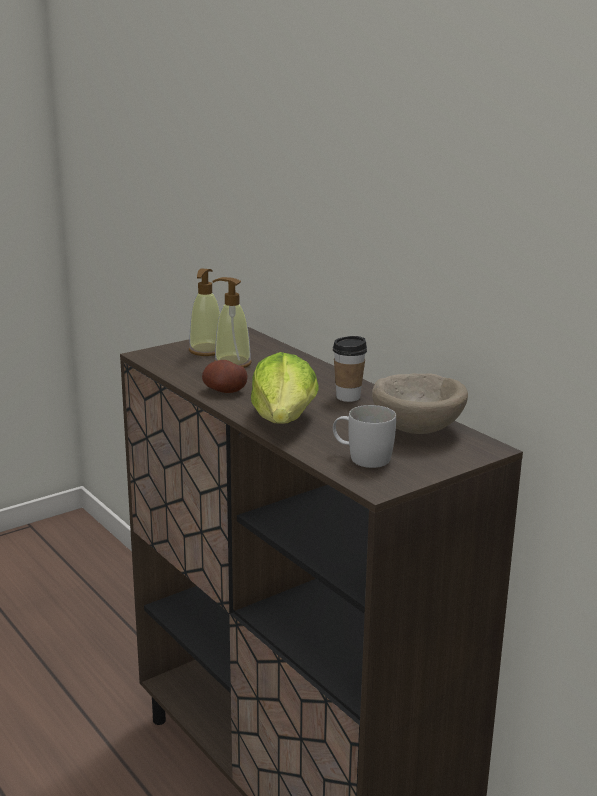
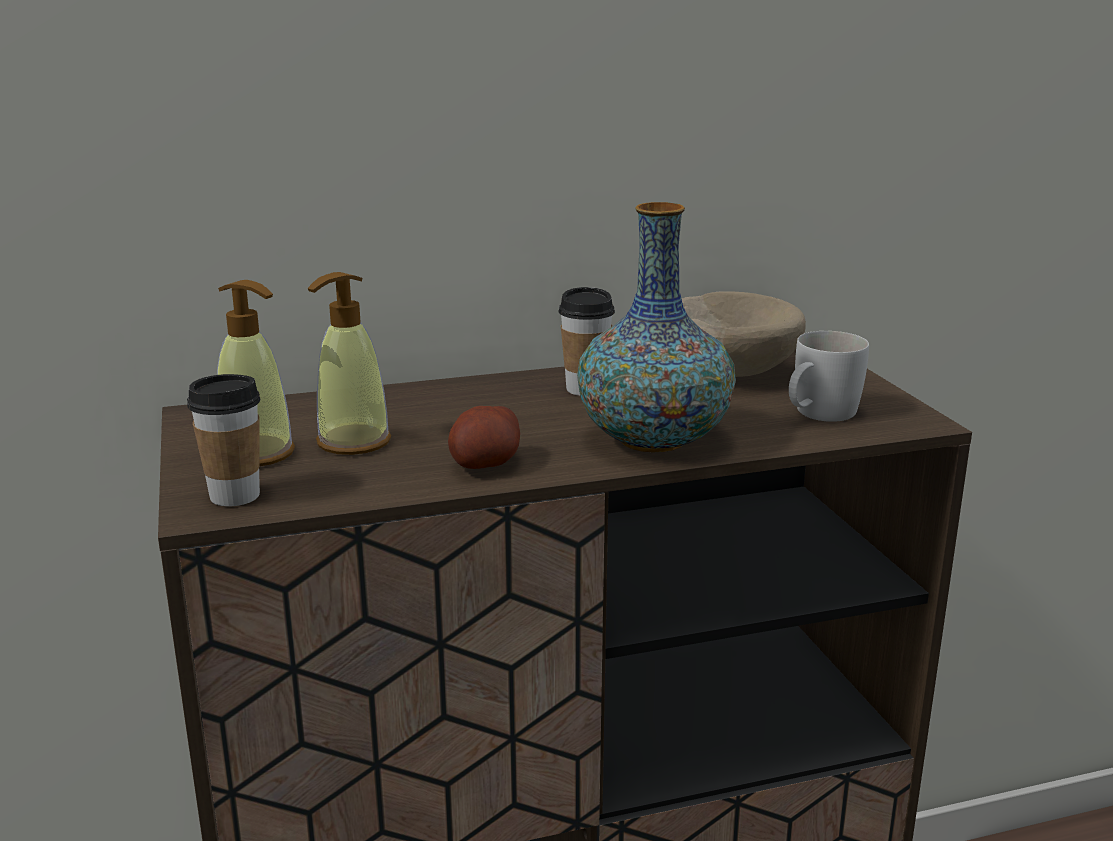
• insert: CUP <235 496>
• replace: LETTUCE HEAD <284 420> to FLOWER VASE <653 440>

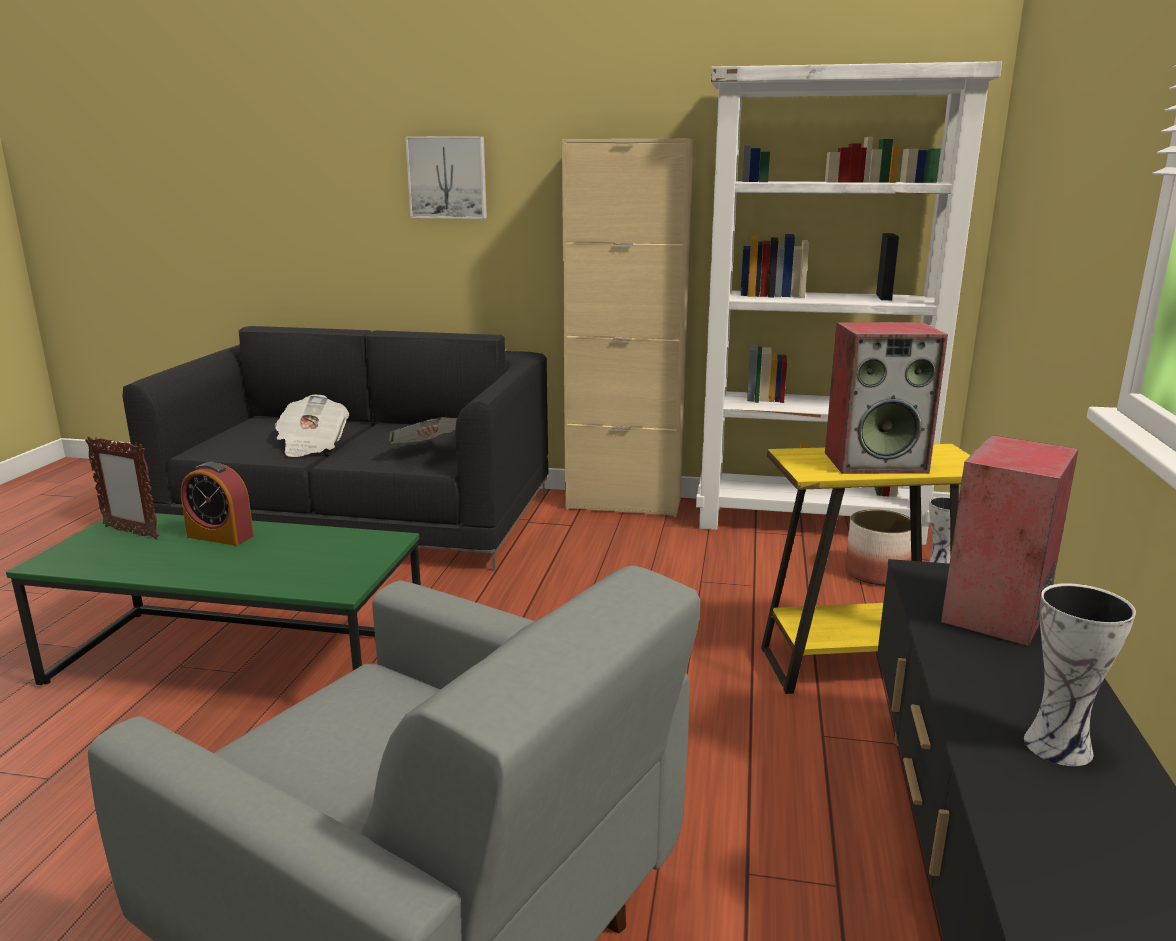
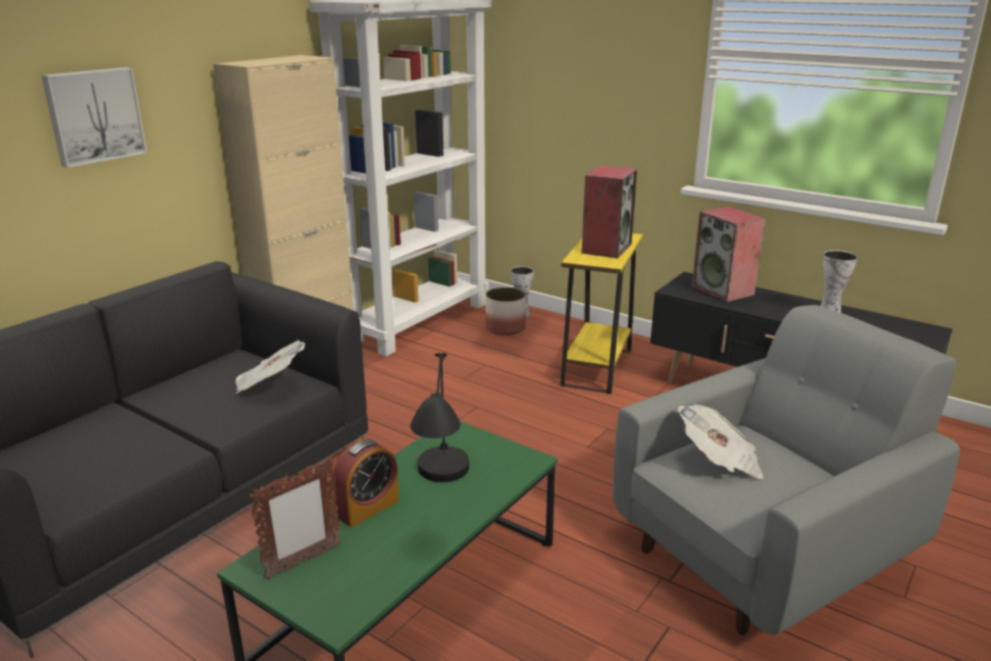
• insert: BLACKISH TABLE LAMP <442 495>
• move: DAILY PAPER <312 445> to <719 461>

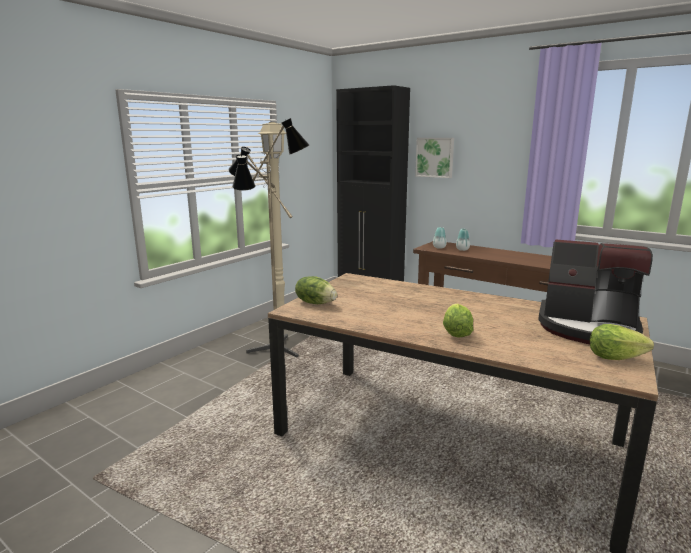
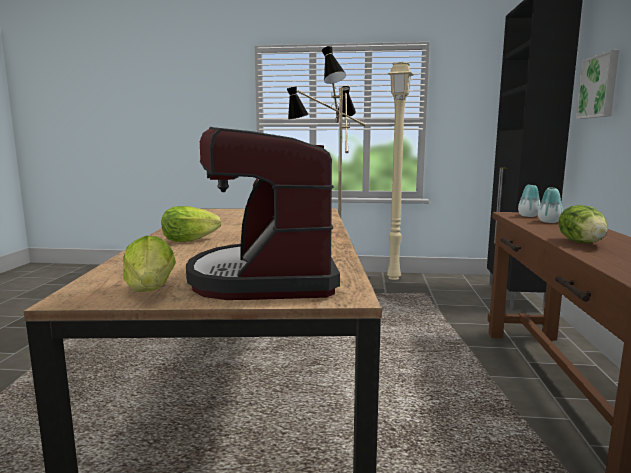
• move: LETTUCE HEAD <315 303> to <582 242>

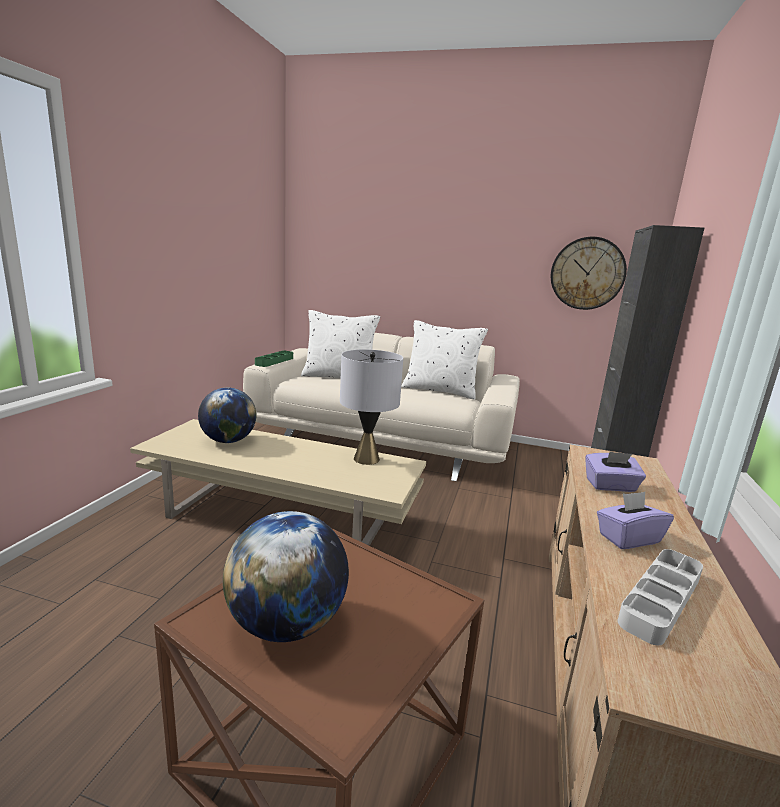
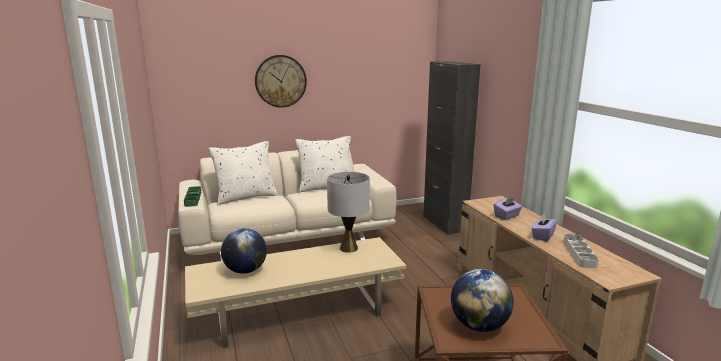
• move: WALL CLOCK <587 273> to <280 81>

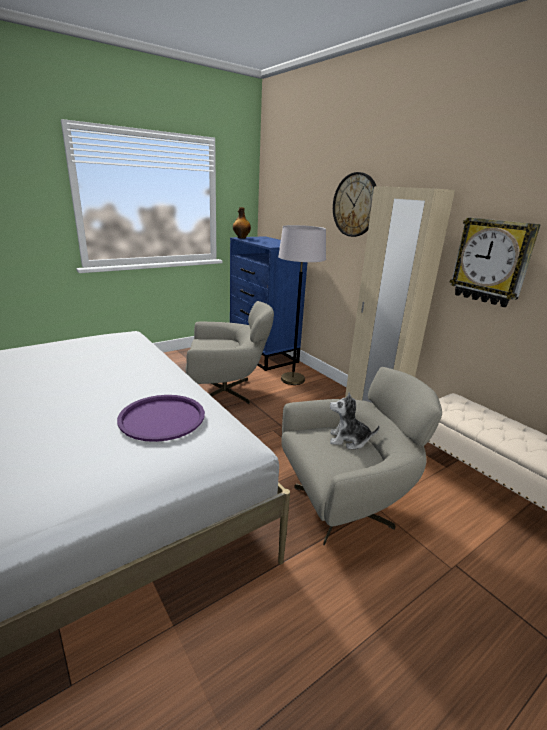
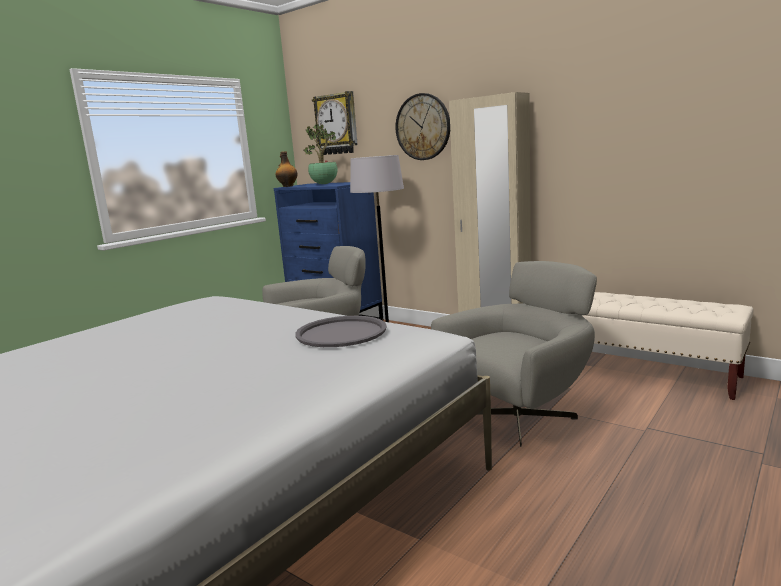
• delete: PLUSH TOY <348 440>
• insert: HOUSEPLANT <325 184>
• move: WALL CLOCK <491 262> to <337 124>
• recolor: PURPLE SERVING TRAY <162 418> to GREYISH SERVING TRAY <341 333>

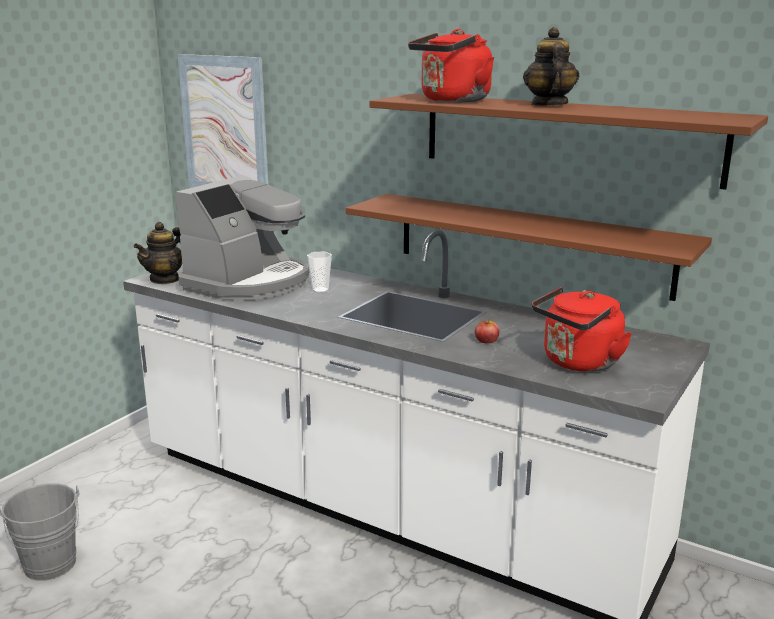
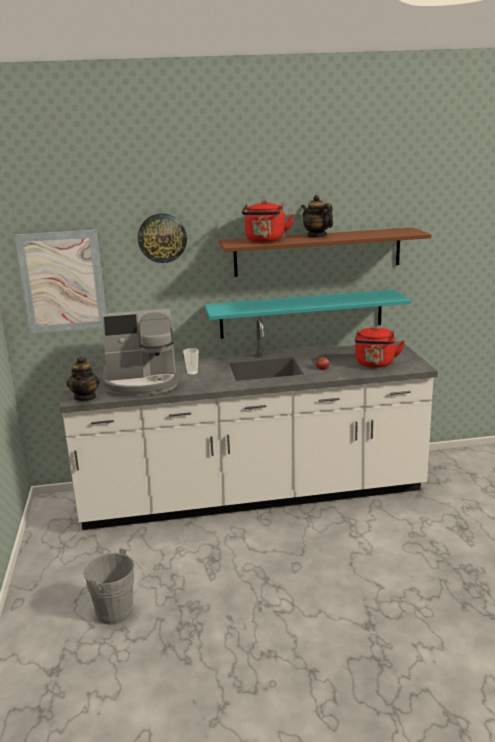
• insert: WALL CLOCK <162 238>
• recolor: BROWNISH BRACKET SHELF <530 244> to TURQUOISE BRACKET SHELF <301 314>
• rotate: COFFEE BREWER <249 283> = <143 382> 90 degrees clockwise

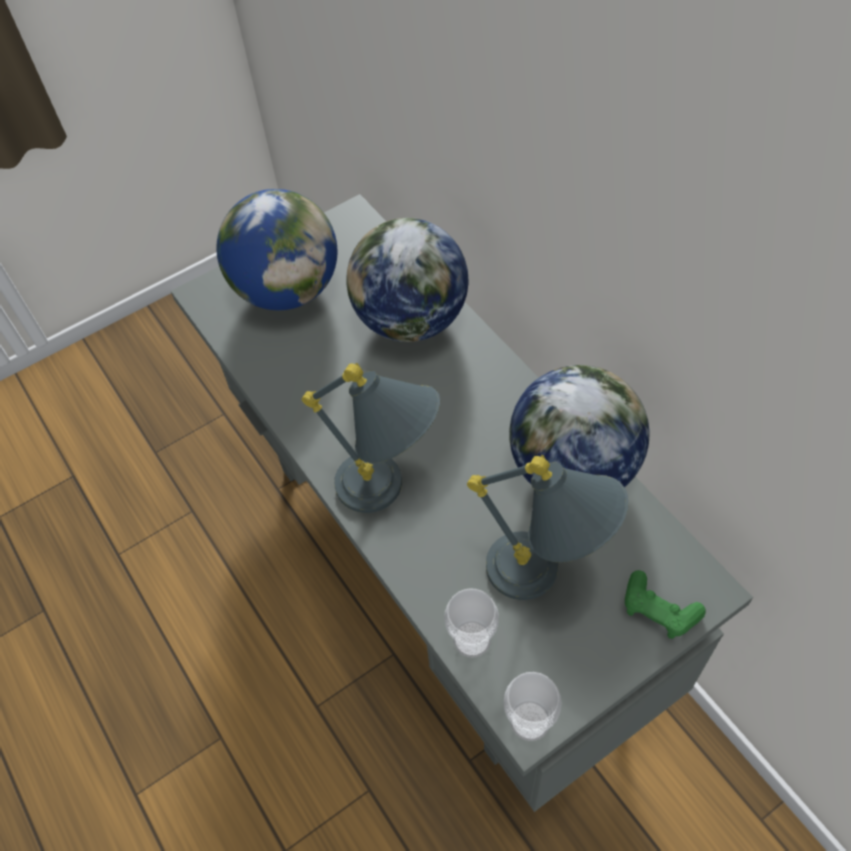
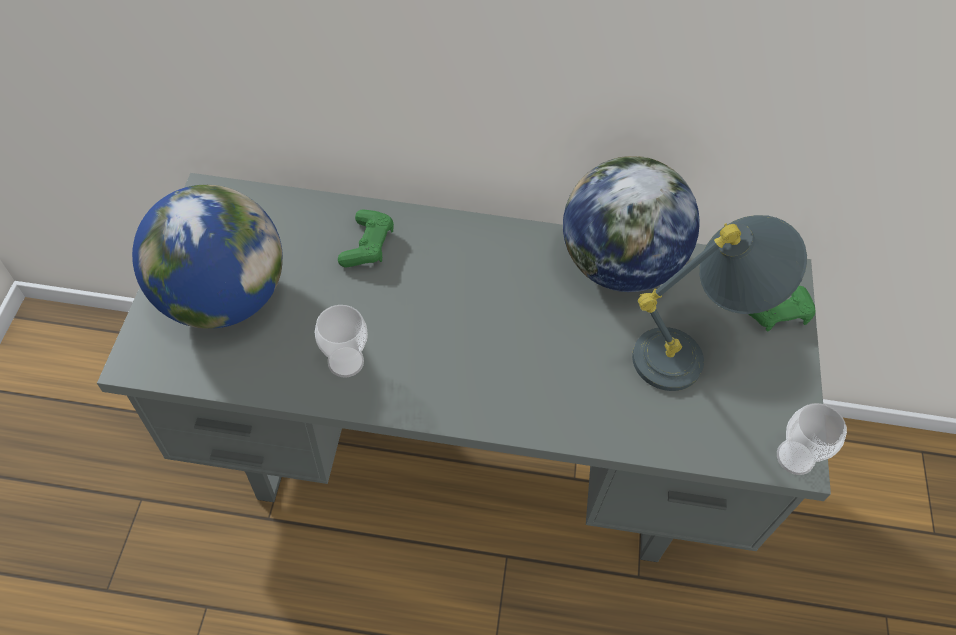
• delete: GREYISH TABLE LAMP <390 494>
• move: CUP <472 639> to <345 362>
• replace: WORLD GLOBE <411 320> to GREEN-COLOURED GAMEPAD <367 245>

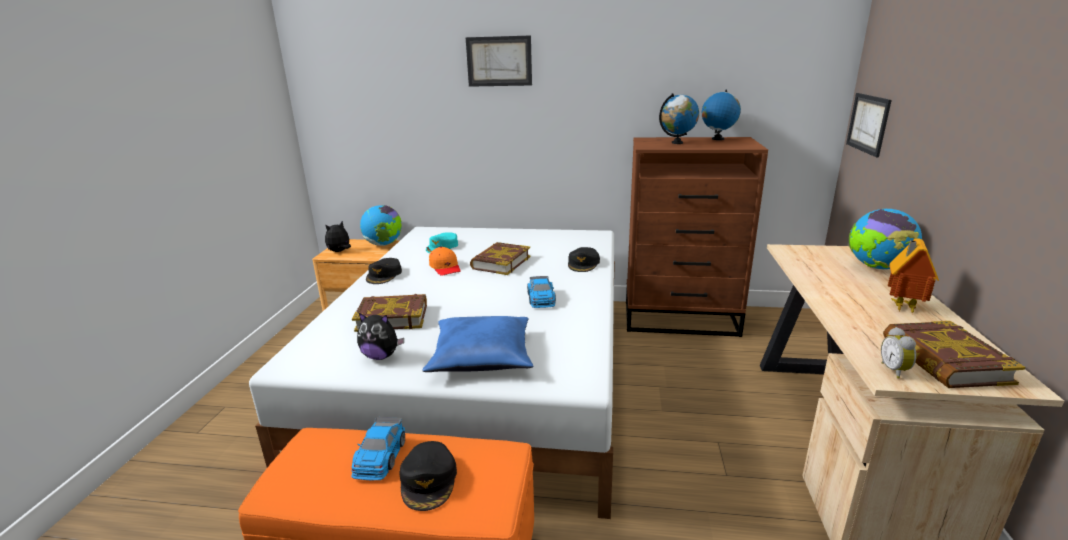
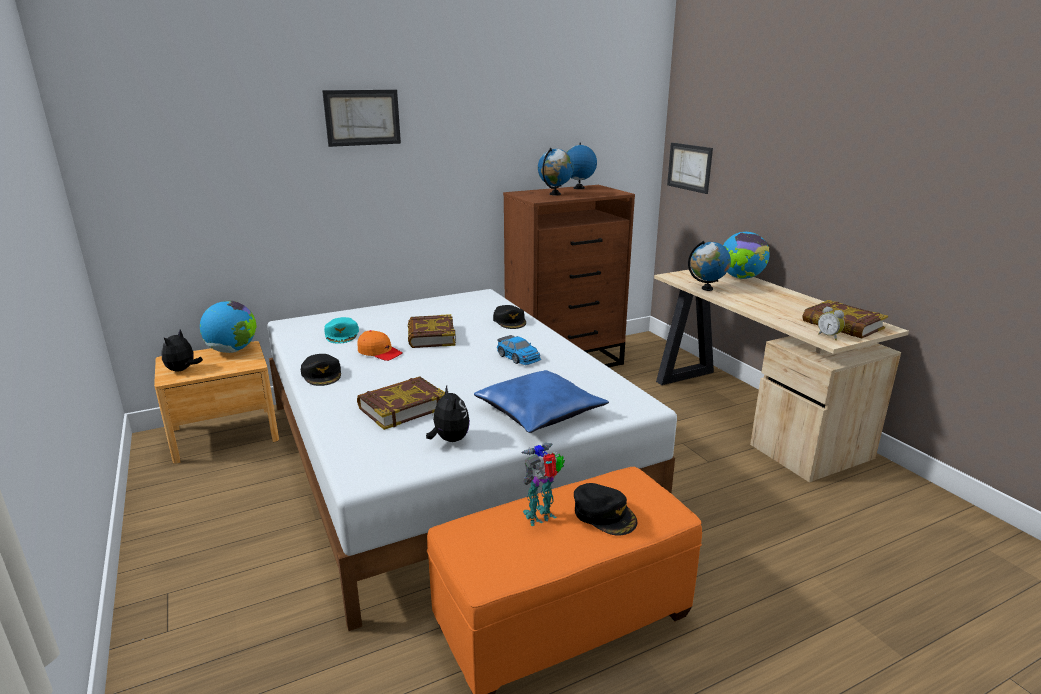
• delete: MINIATURE HOUSE <901 307>
• insert: WORLD GLOBE <707 289>
• replace: MINIATURE CAR <380 457> to TOY ROBOT <541 517>
• rotate: PLUSH TOY <381 356> = <449 439> 90 degrees counterclockwise

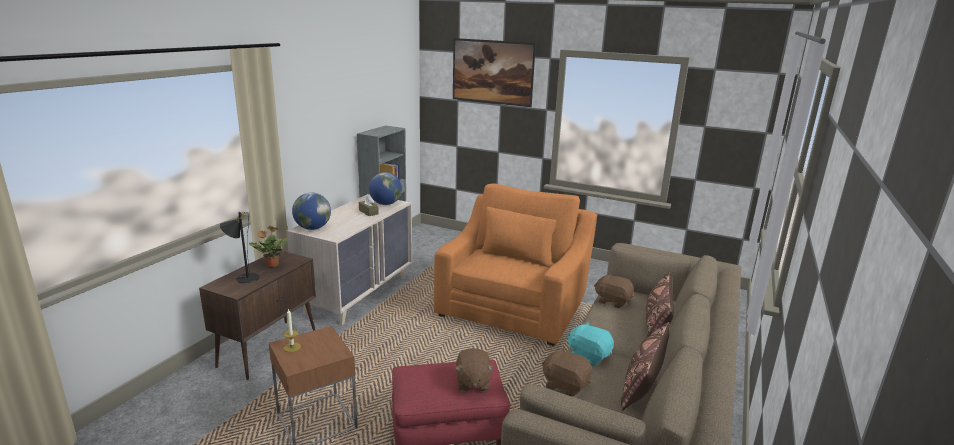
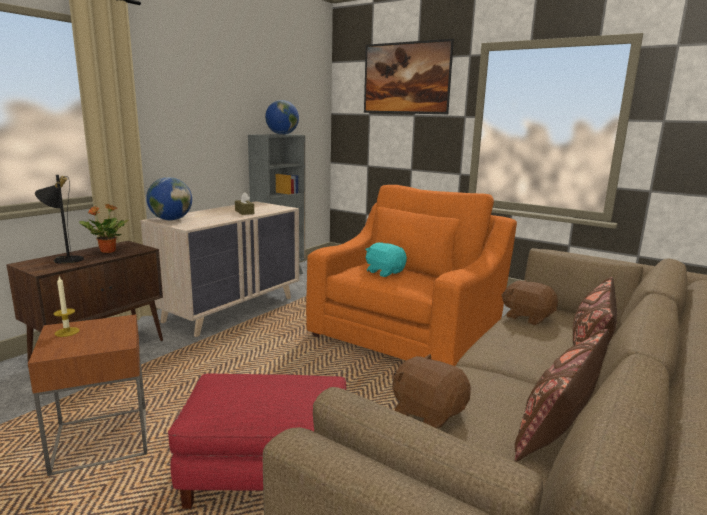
• delete: BROWNISH PLUSH TOY <472 382>
• move: WORLD GLOBE <385 204> to <282 134>
• move: TURQUOISE PLUSH TOY <588 356> to <384 272>

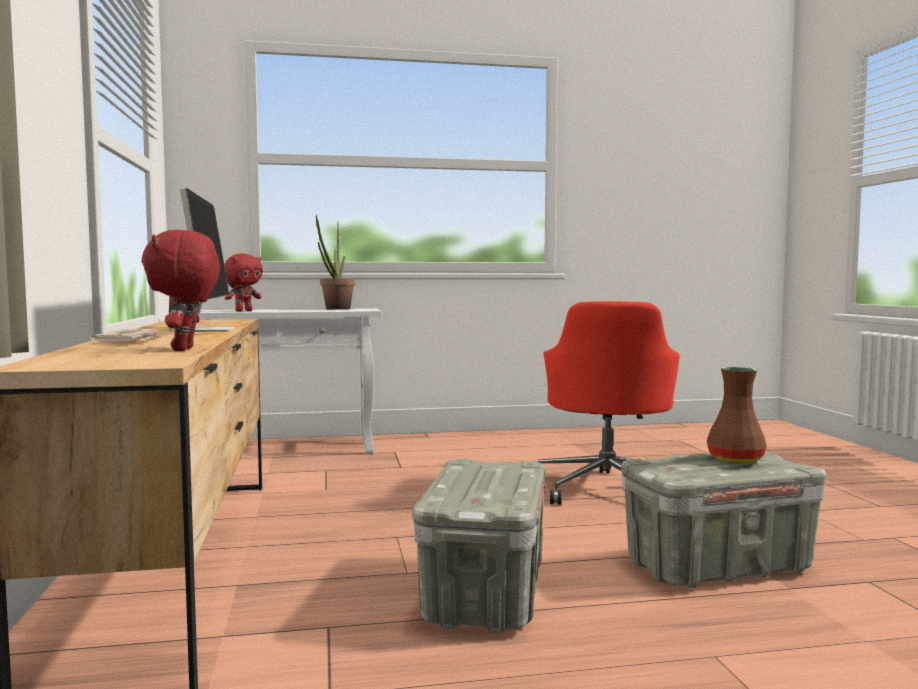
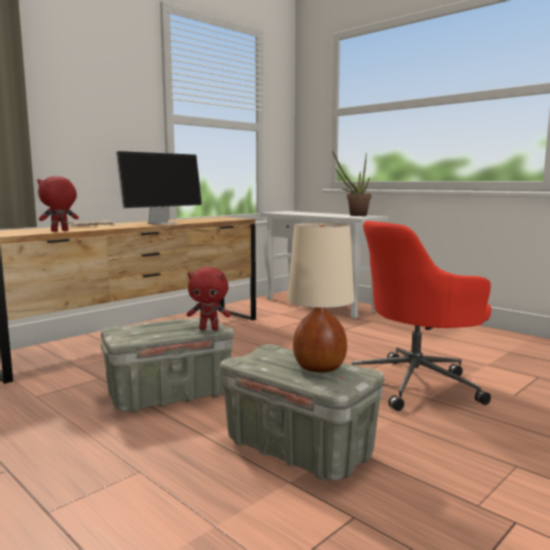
• move: RED PLUSH TOY <243 311> to <209 329>
• replace: BROWNISH FLOWER VASE <737 459> to SAND-COLOURED TABLE LAMP <319 367>

